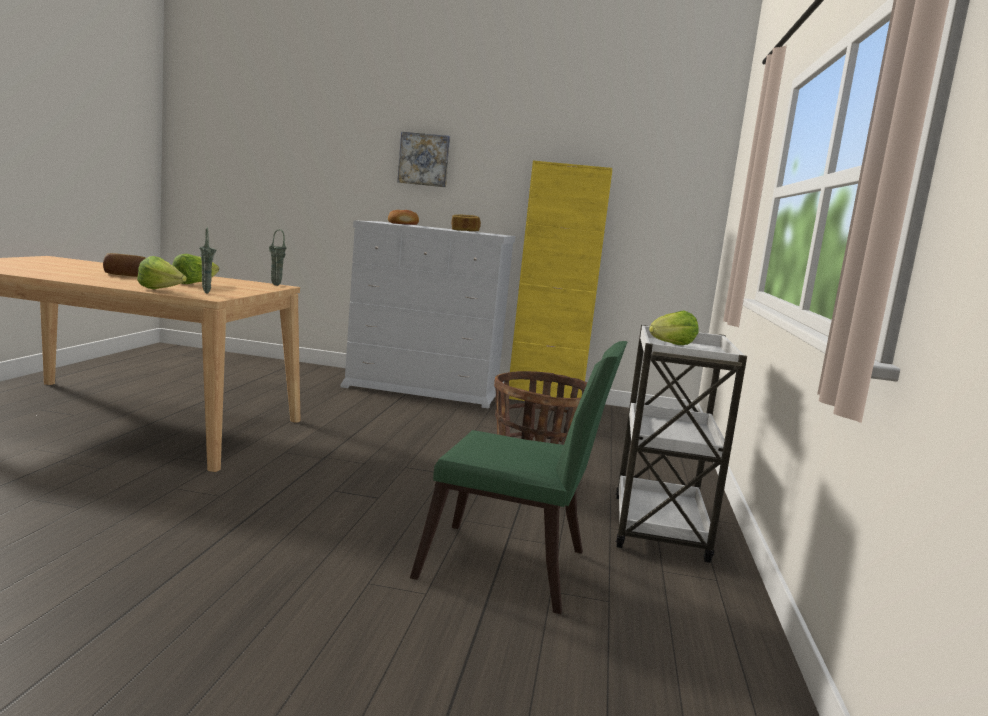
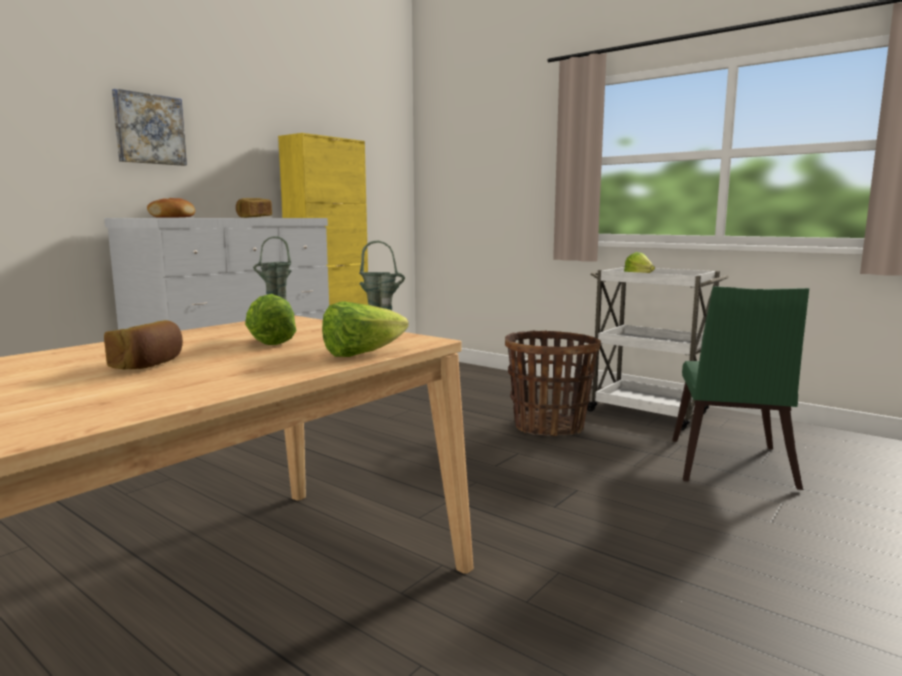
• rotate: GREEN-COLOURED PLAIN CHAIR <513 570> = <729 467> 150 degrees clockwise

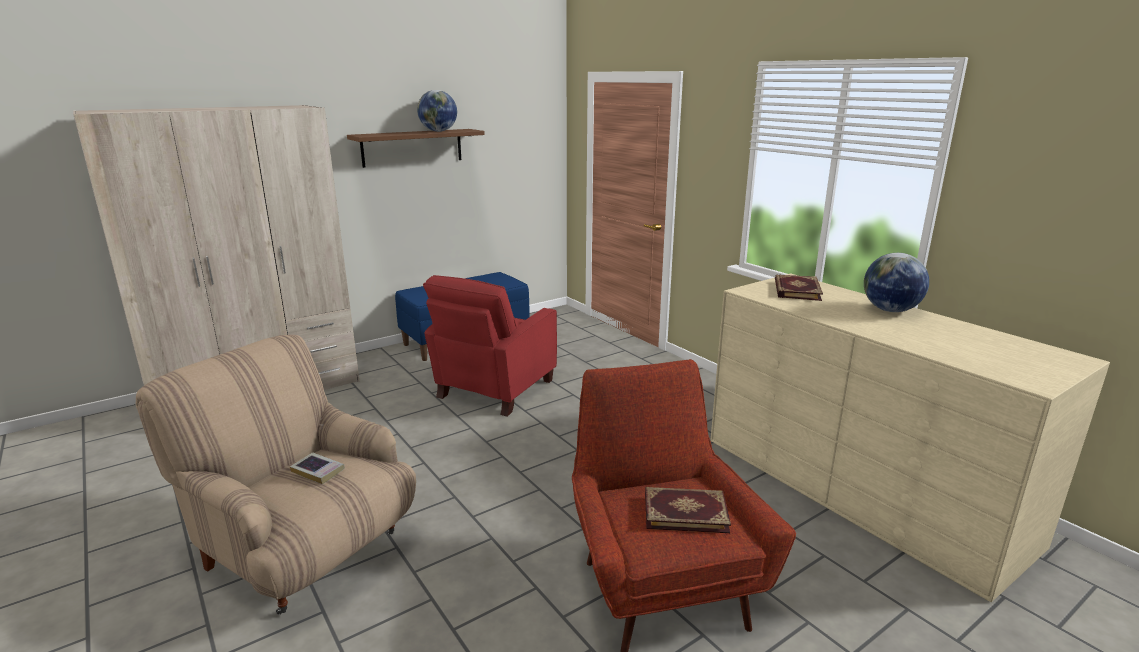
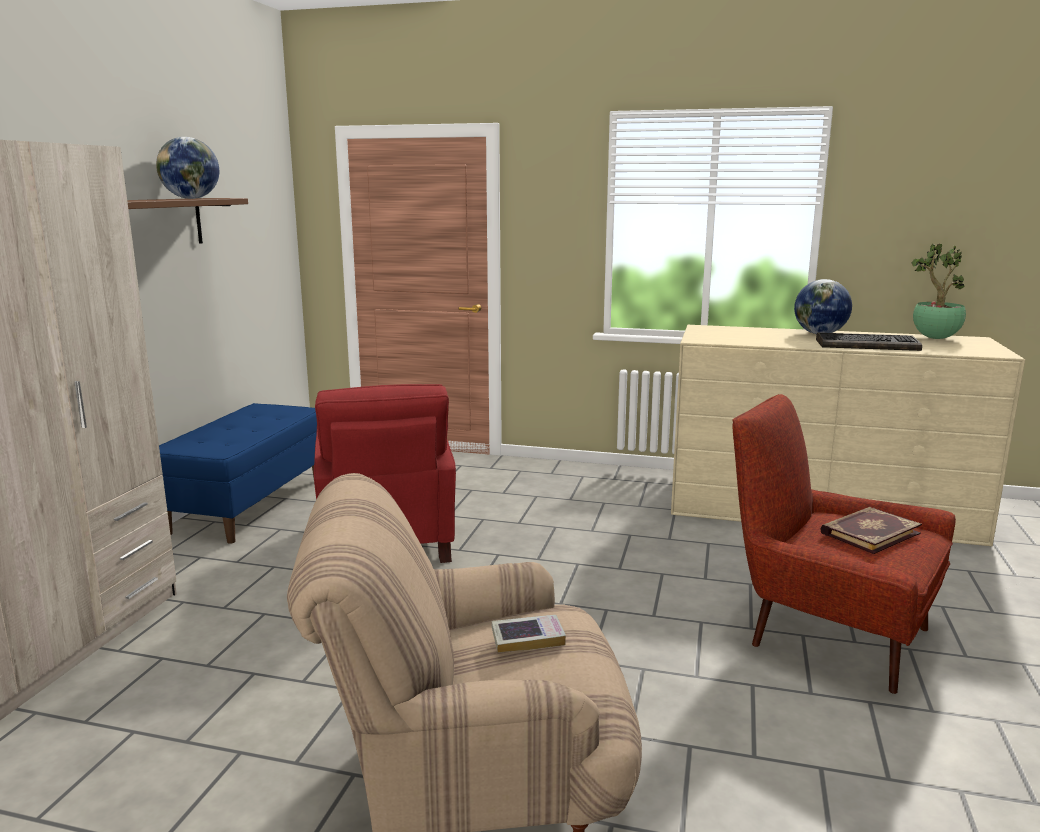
• delete: BOUND BOOK <796 290>
• insert: KEYBOARD <867 345>
• insert: HOUSEPLANT <934 338>

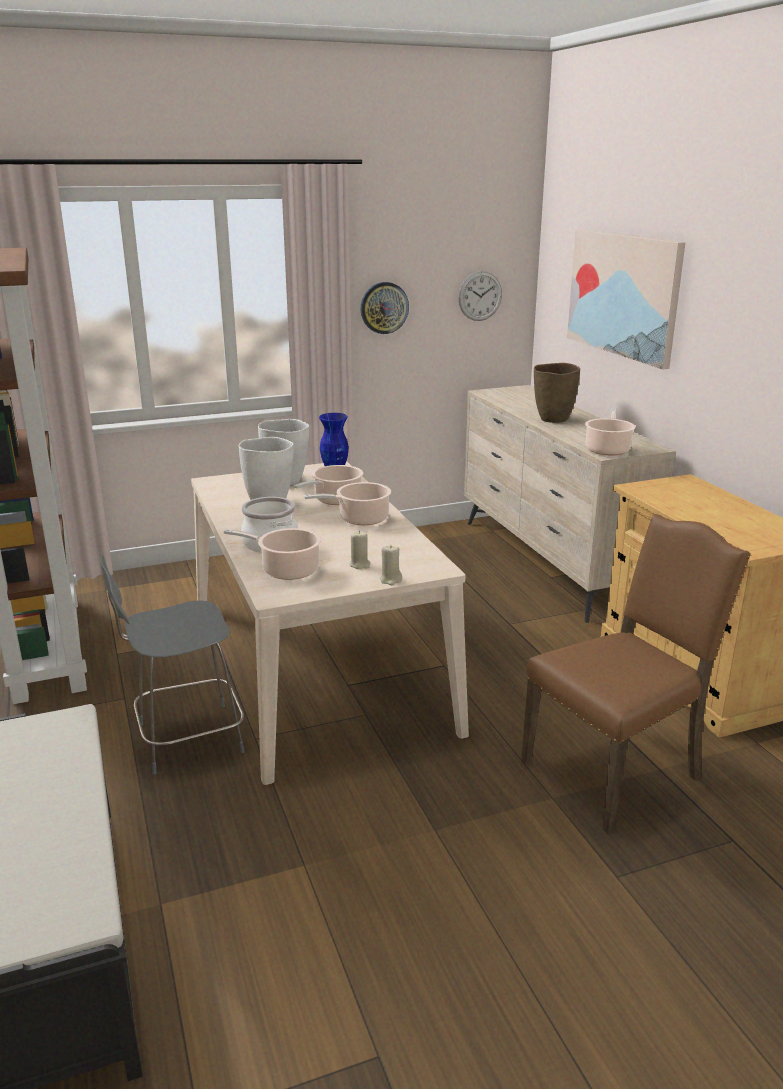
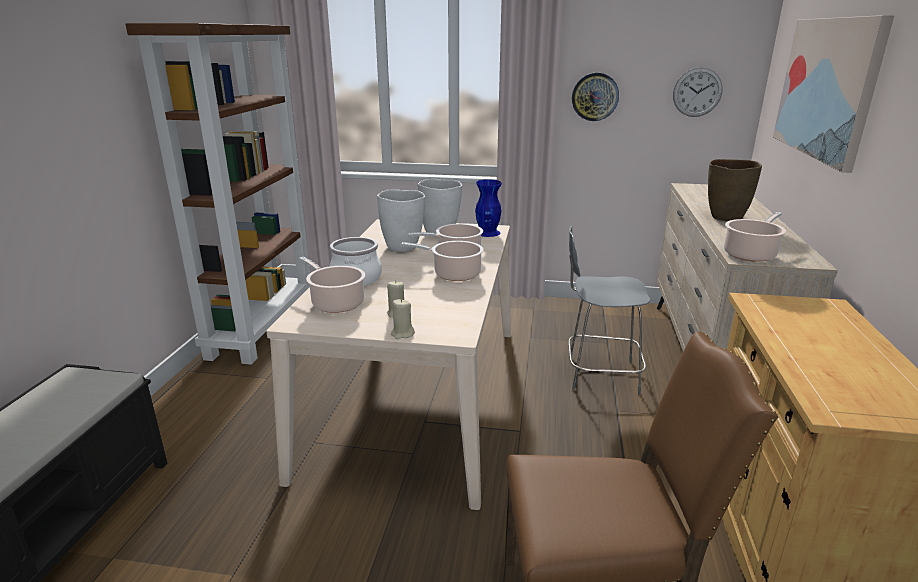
• move: GREYISH PLAIN CHAIR <186 739> to <599 374>

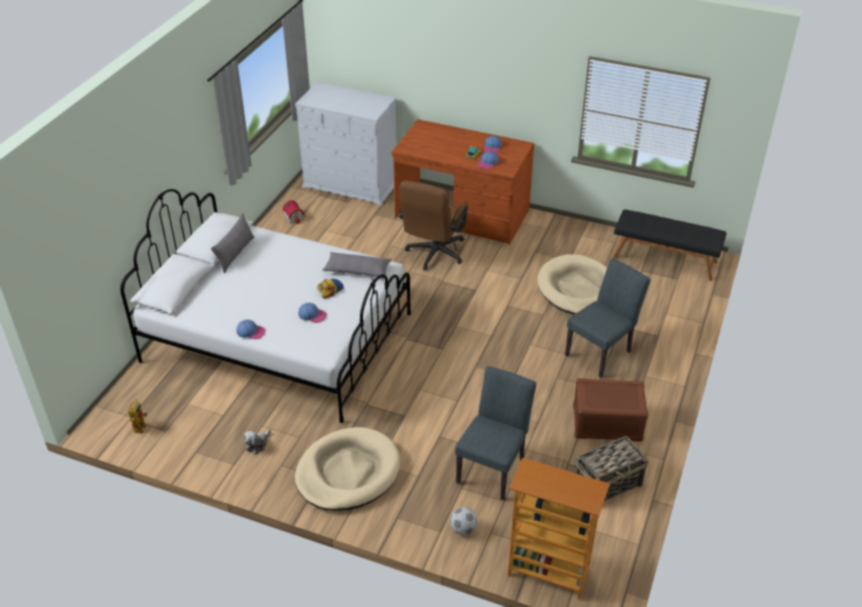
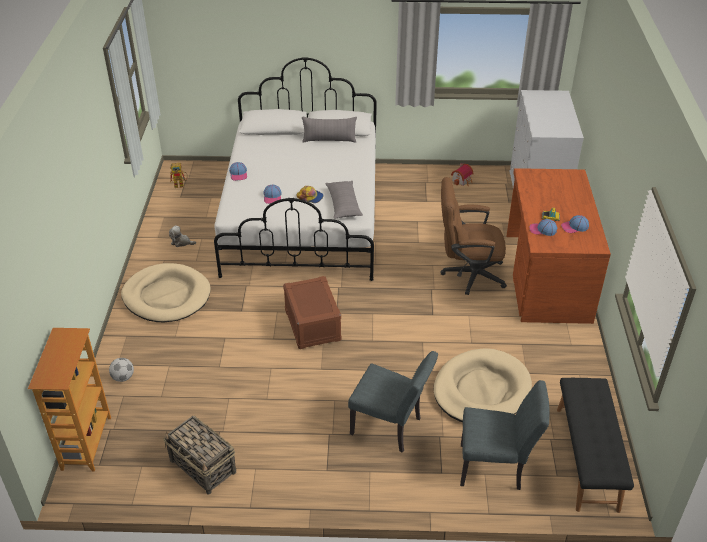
• move: GREYISH PLAIN CHAIR <493 467> to <496 467>
• move: BROWNISH STORAGE BIN <606 423> to <312 325>

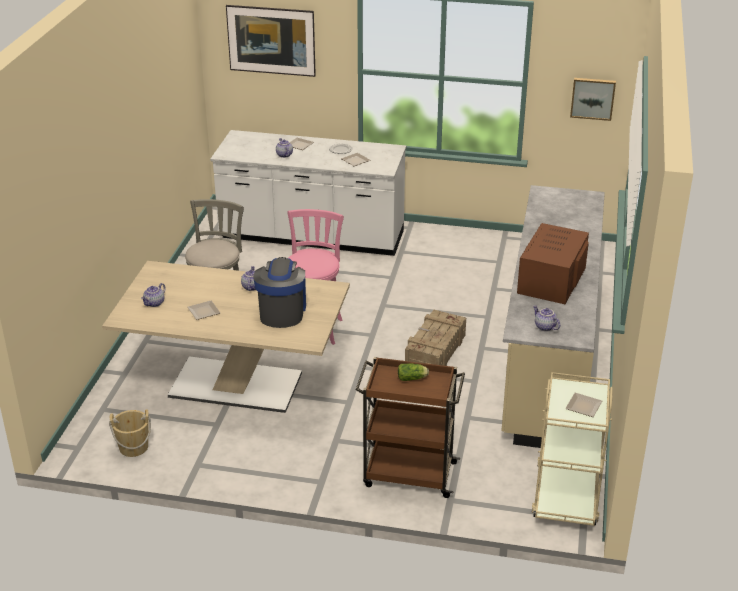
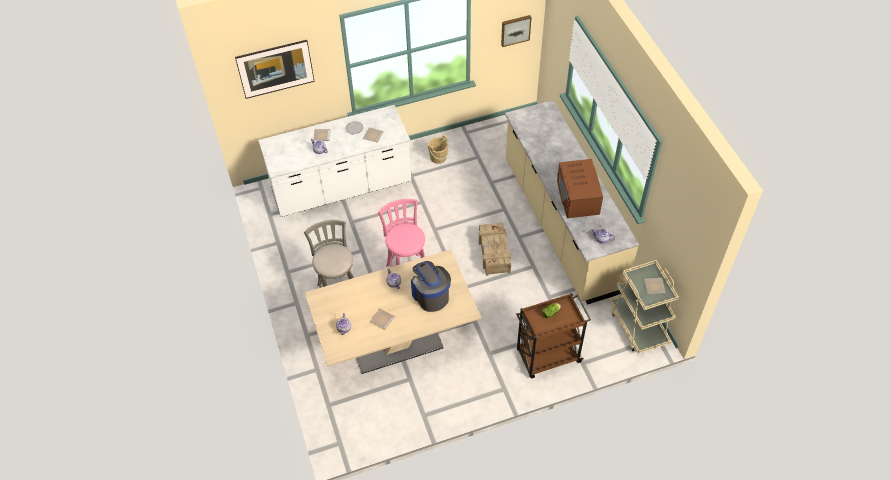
• move: SAND-COLOURED BUCKET <133 447> to <438 157>

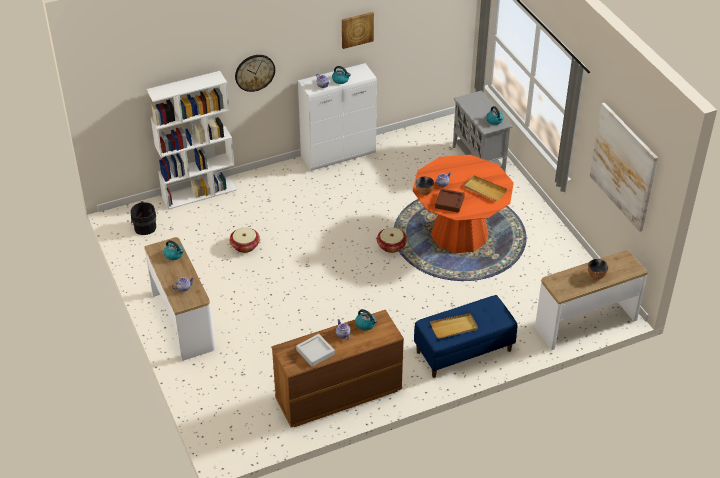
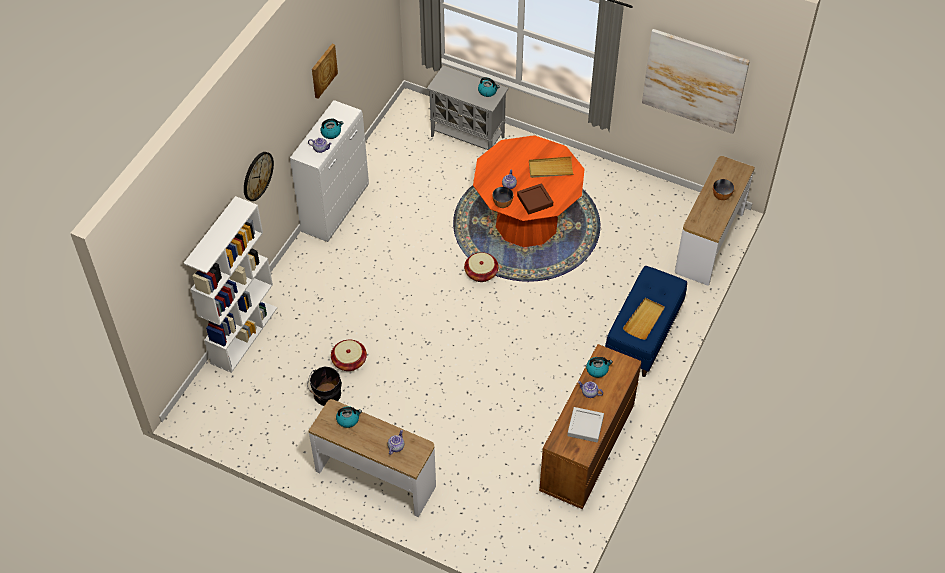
• move: BLACKISH BUCKET <144 227> to <326 395>

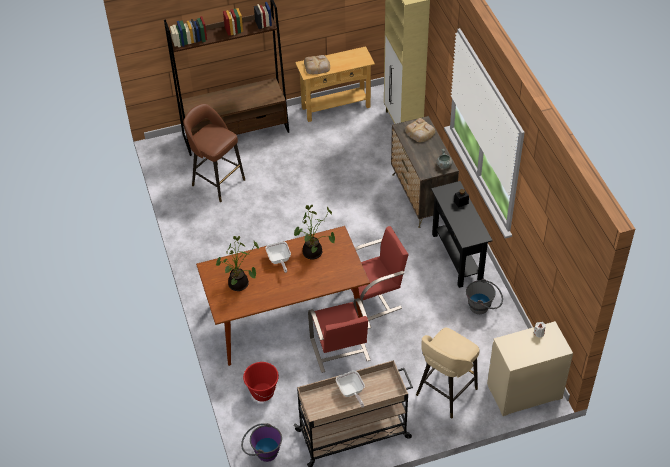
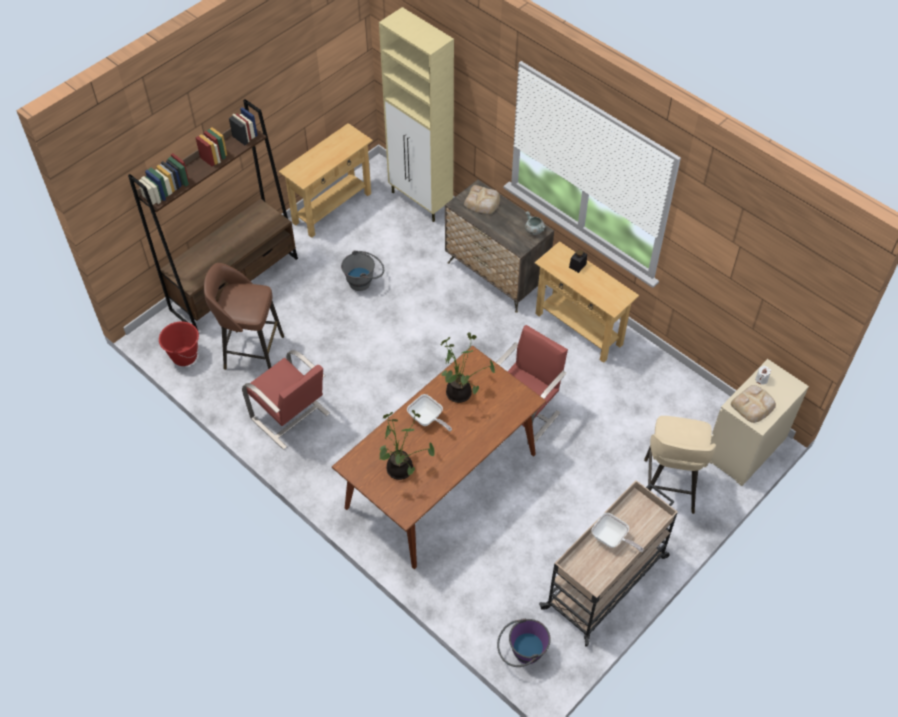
• move: RED BUCKET <262 392> to <184 356>
• move: BAKERY BREAD <317 66> to <753 405>
• move: RED PLAIN CHAIR <340 350> to <290 417>
• move: GREYISH BUCKET <483 307> to <364 281>
• recolor: BLACKISH NARROW TABLE <457 257> to SAND-COLOURED NARROW TABLE <578 329>

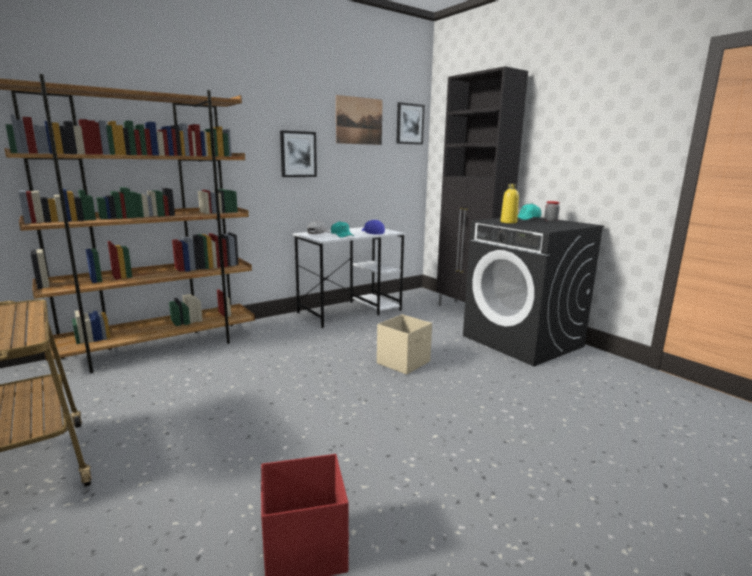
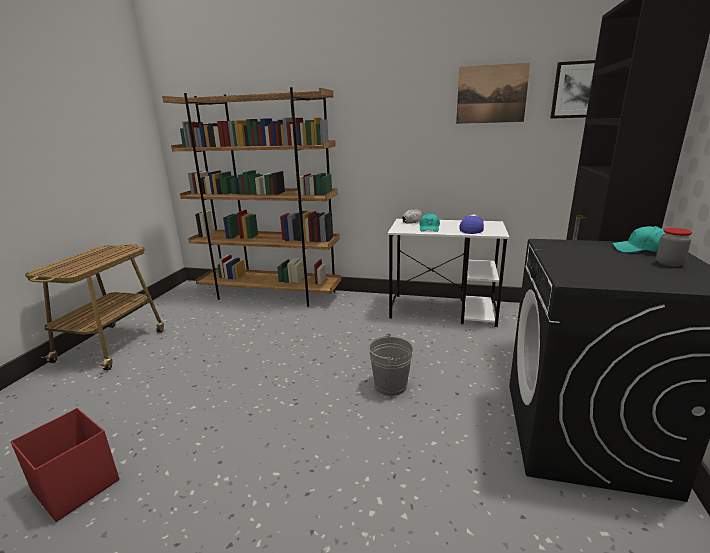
• delete: WALL ART <298 154>
• delete: YELLOW-COLOURED DRINK BOTTLE <508 222>
• replace: SAND-COLOURED STORAGE BIN <404 362> to GREYISH BUCKET <390 385>

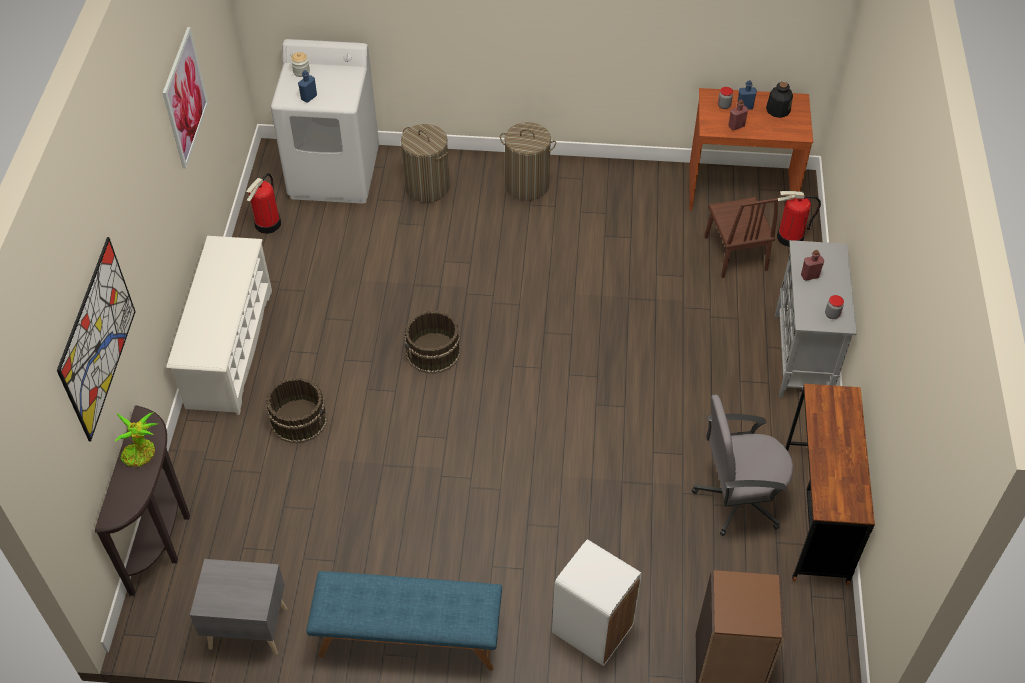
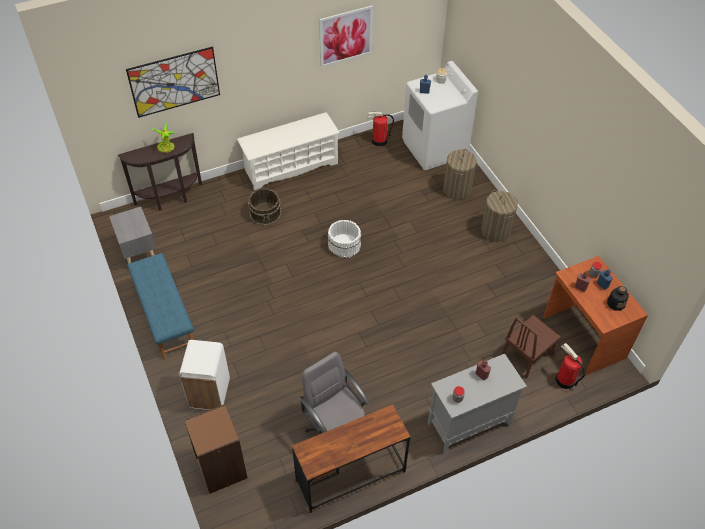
• recolor: BROWNISH BUCKET <433 352> to WHITE BUCKET <344 245>

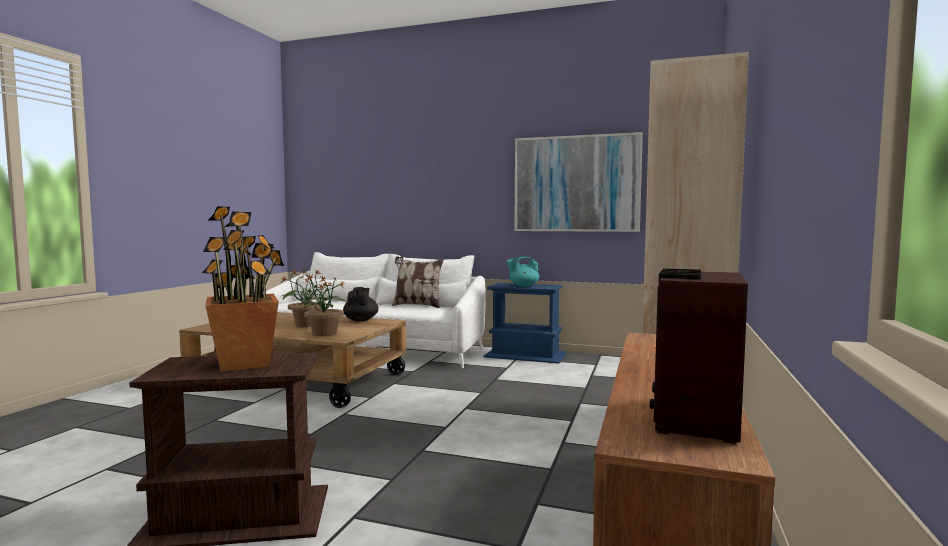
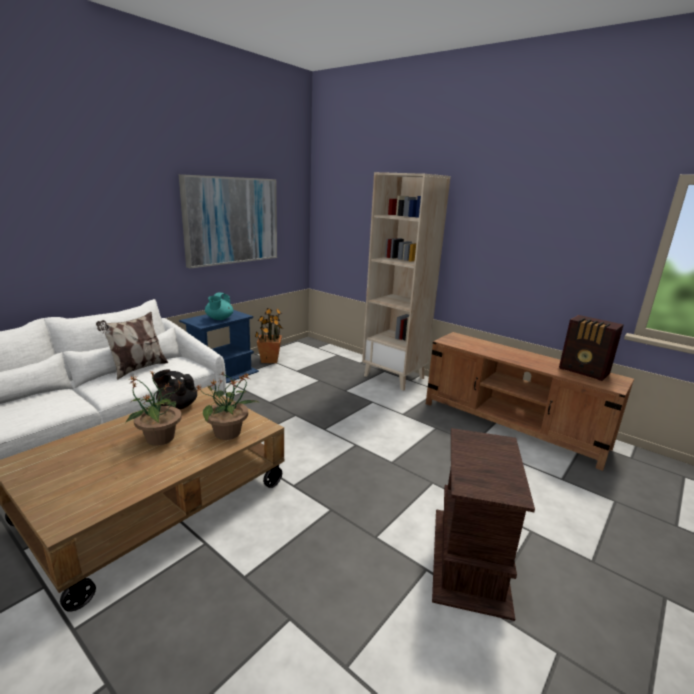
• move: HOUSEPLANT <245 363> to <269 360>

